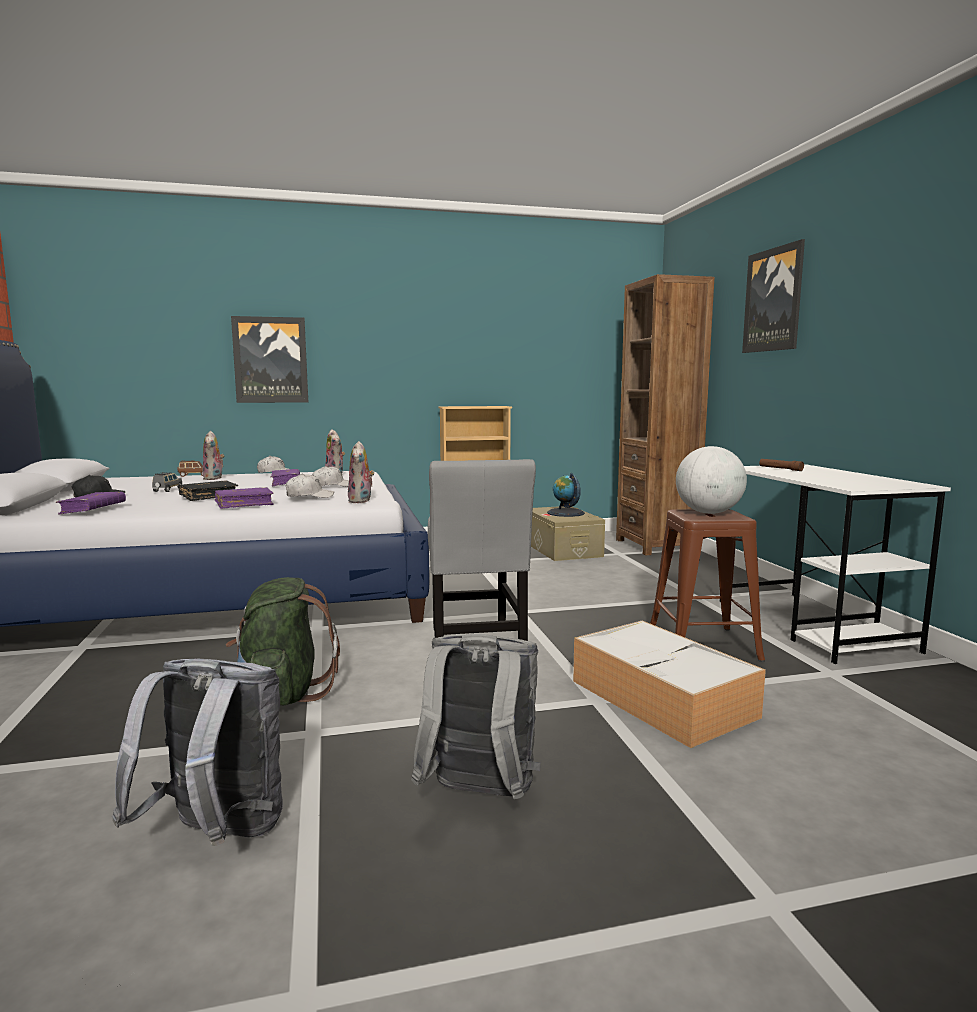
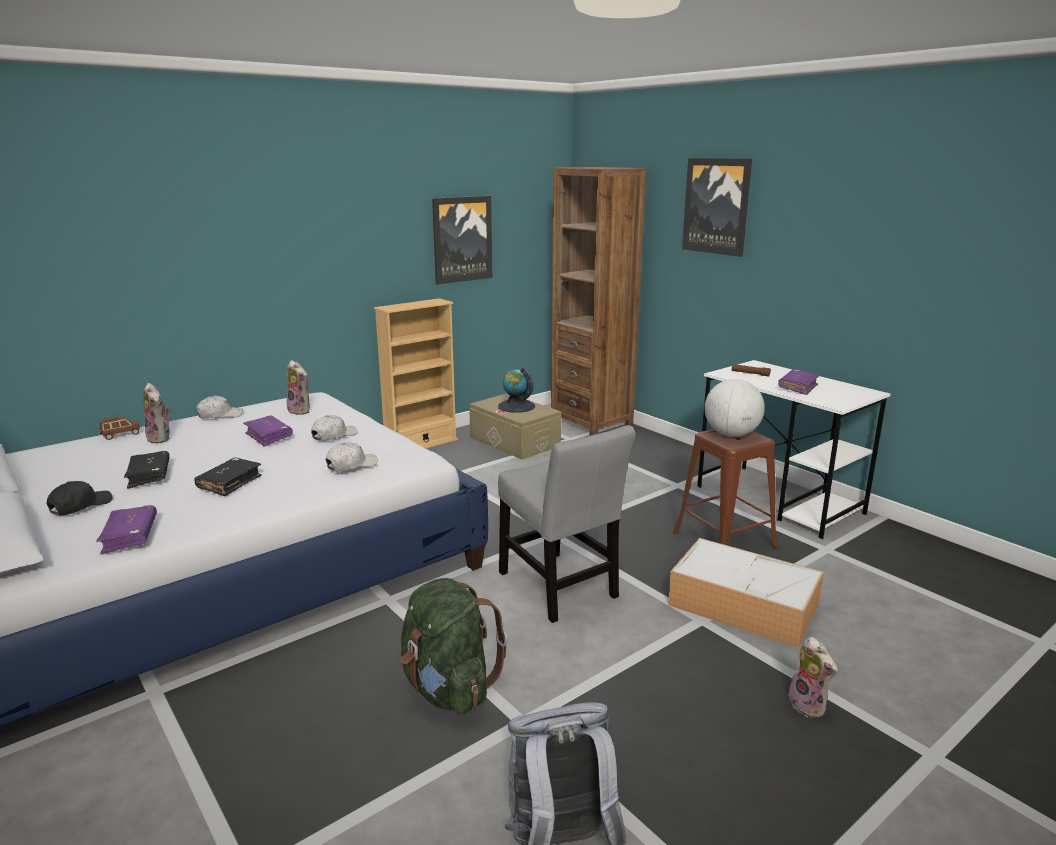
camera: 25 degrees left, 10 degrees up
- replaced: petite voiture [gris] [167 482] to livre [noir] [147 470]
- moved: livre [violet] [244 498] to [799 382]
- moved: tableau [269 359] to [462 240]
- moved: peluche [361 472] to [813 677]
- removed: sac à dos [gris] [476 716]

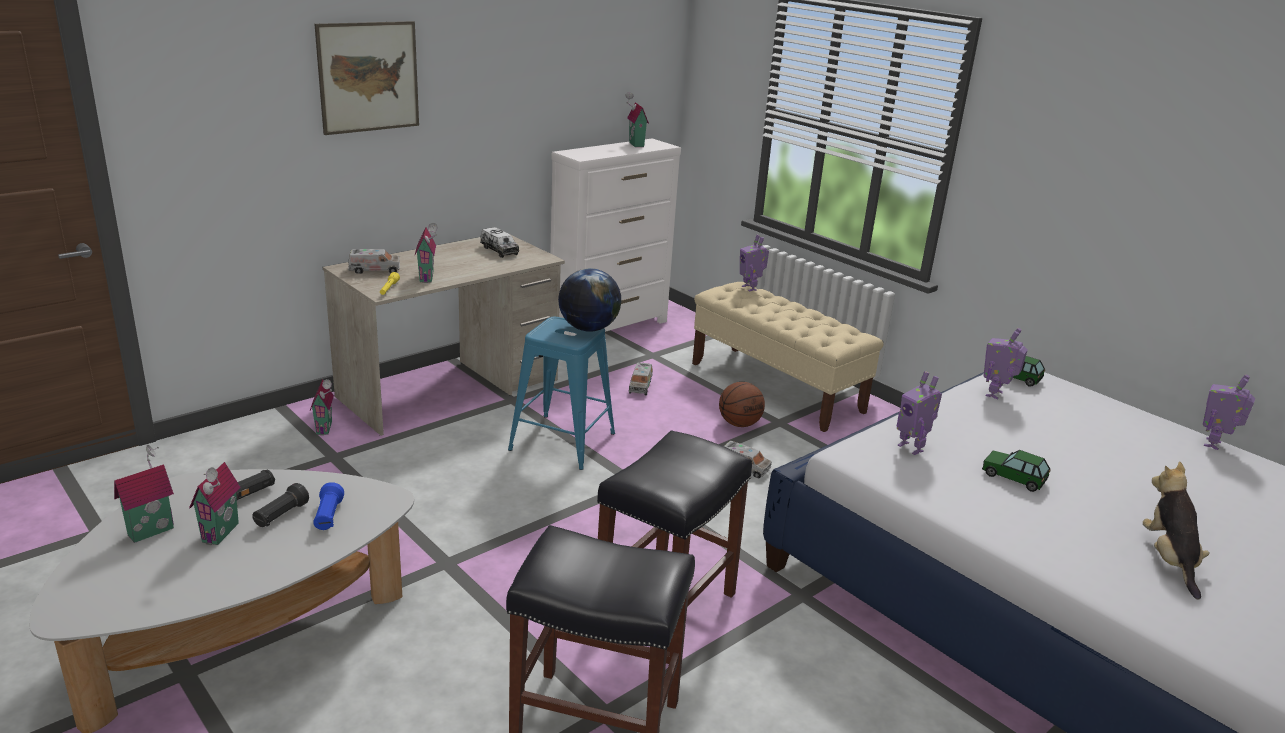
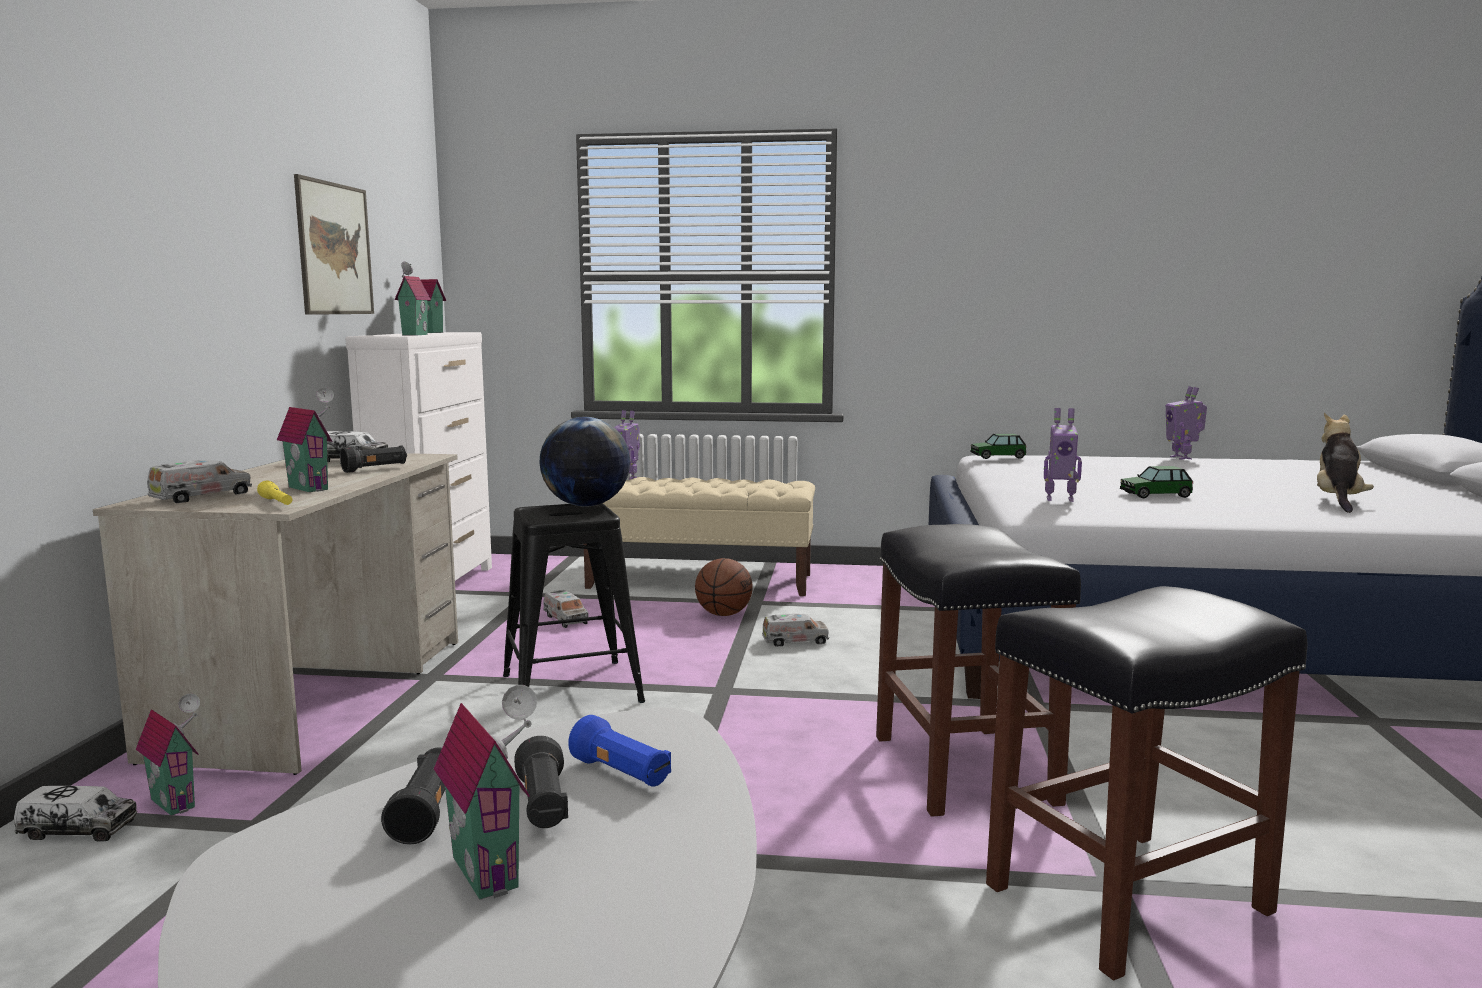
camera: 40 degrees left, 15 degrees down
- moved: maison miniature [144 494] to [413 298]
- moved: tableau [366 78] to [334 244]
- recoloured: tabouret [bleu] [561 393] to tabouret [noir] [574 612]
- removed: robot jouet [1006 363]
- turned: peluche [1176 530] = [1345 463] 60 degrees clockwise
- added: camion jouet [75 814]
- added: lampe de poche [noir] [373 459]

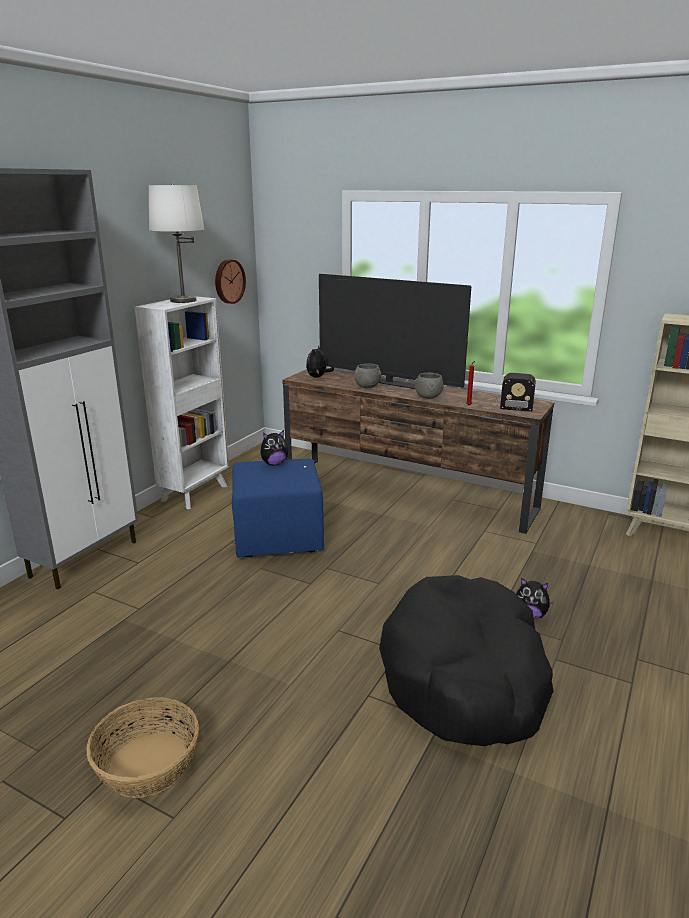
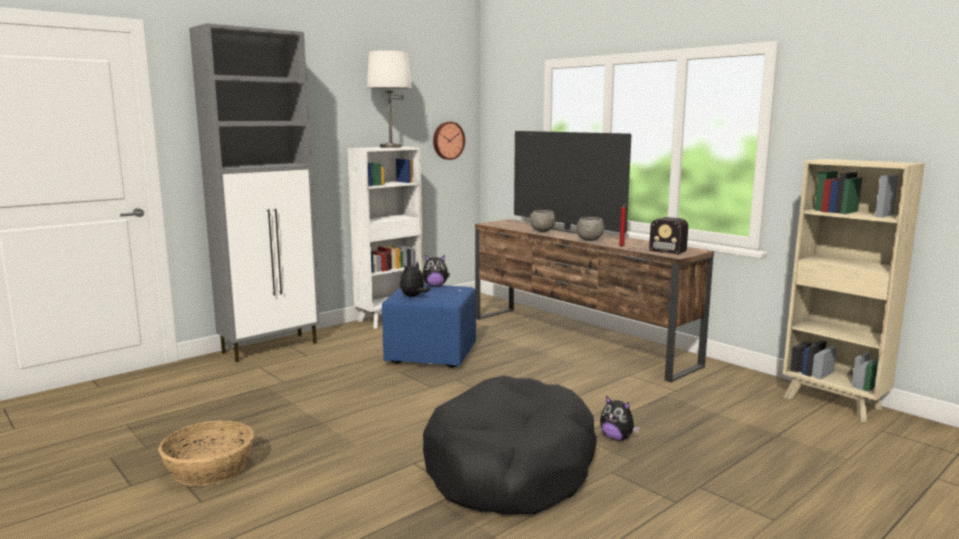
camera: 20 degrees right, 10 degrees down
- moved: peluche [320 361] to [415 279]

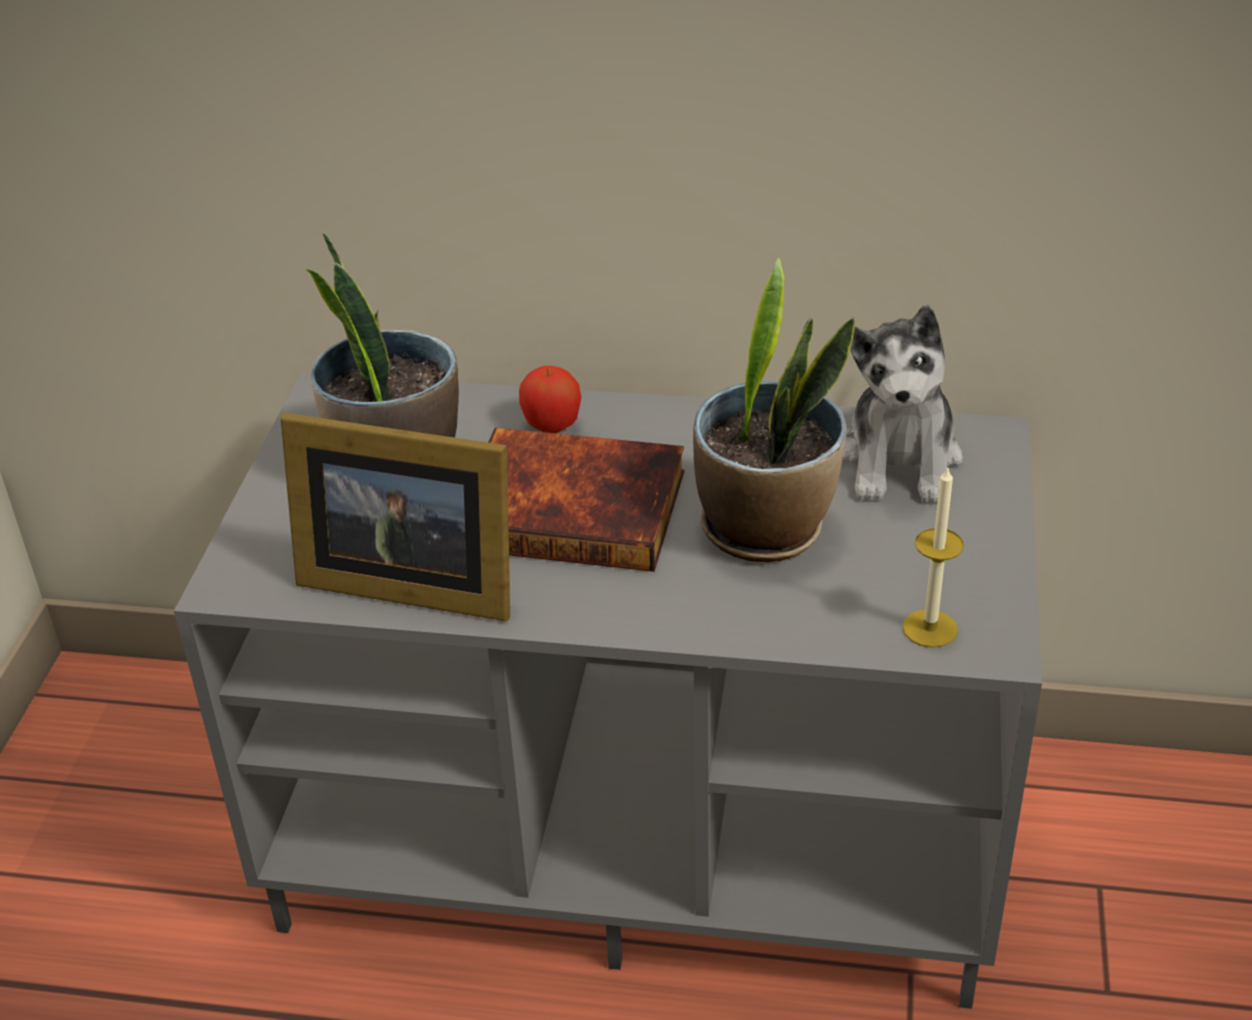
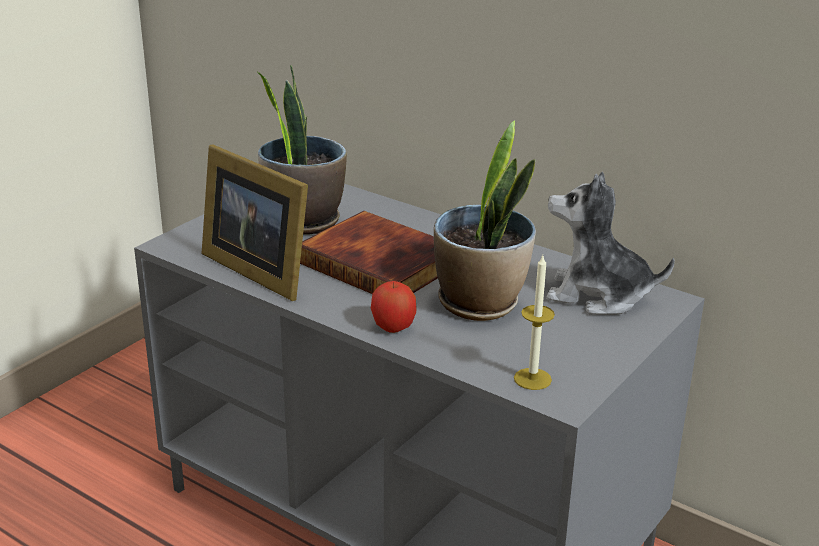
camera: 25 degrees right, 10 degrees down
- moved: pomme [550 399] to [393 307]
- turned: peluche [902 404] = [610 243] 75 degrees clockwise

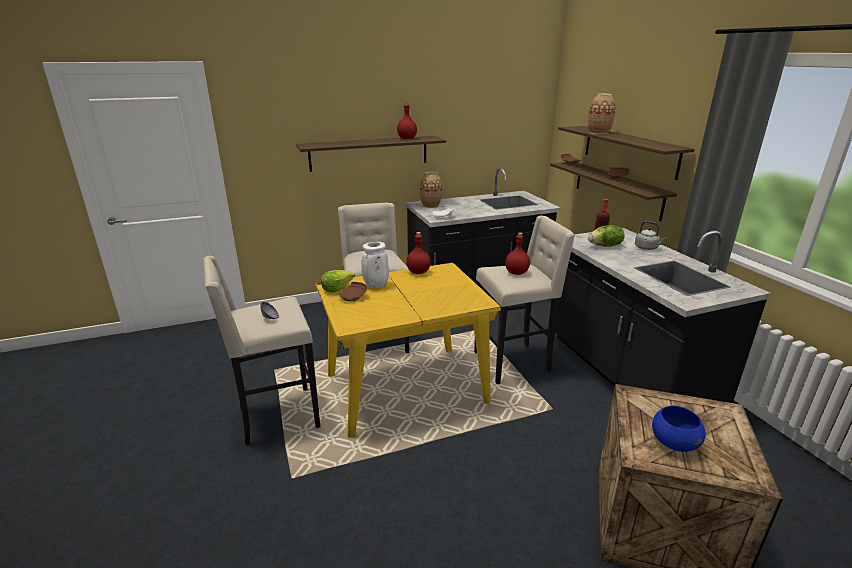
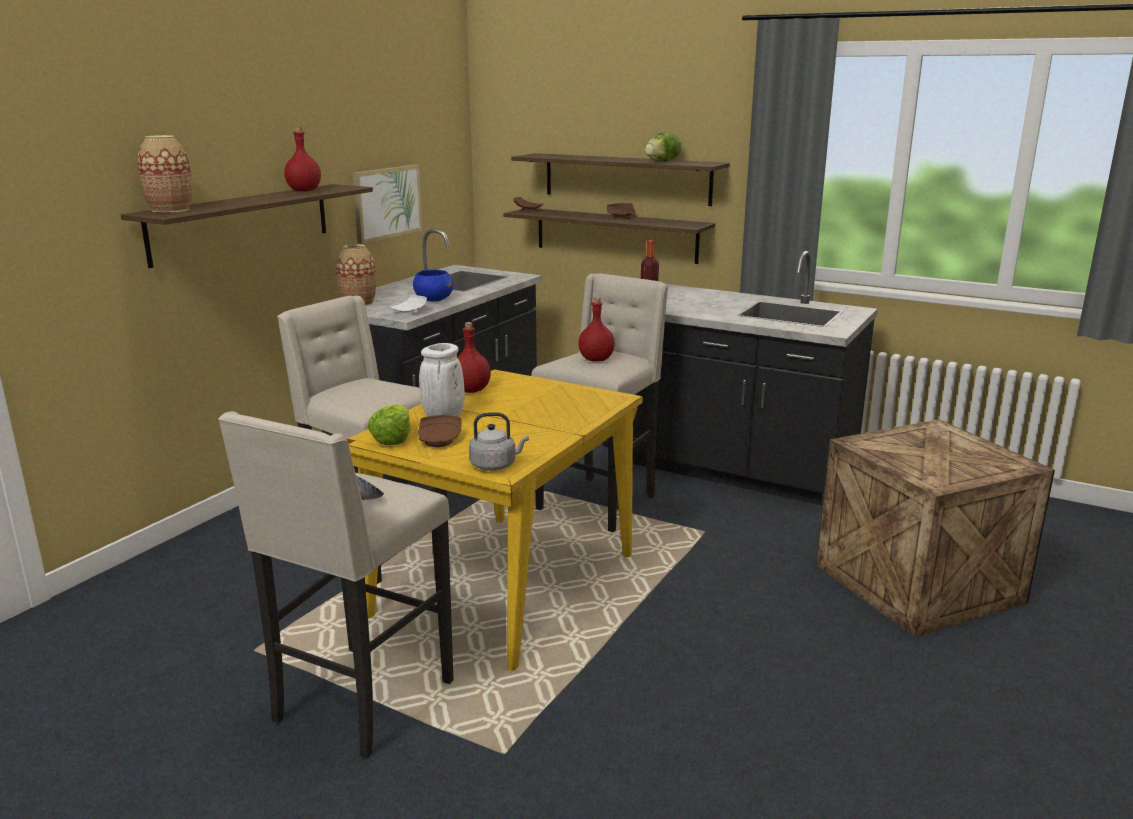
camera: 40 degrees left, 5 degrees down
- moved: vase [601 114] to [164 174]
- moved: laitue [606 236] to [663 147]
- moved: bouilloire [gris] [651 235] to [499 441]
- moved: bol [bleu] [679 428] to [433 286]
- added: tableau [387 204]

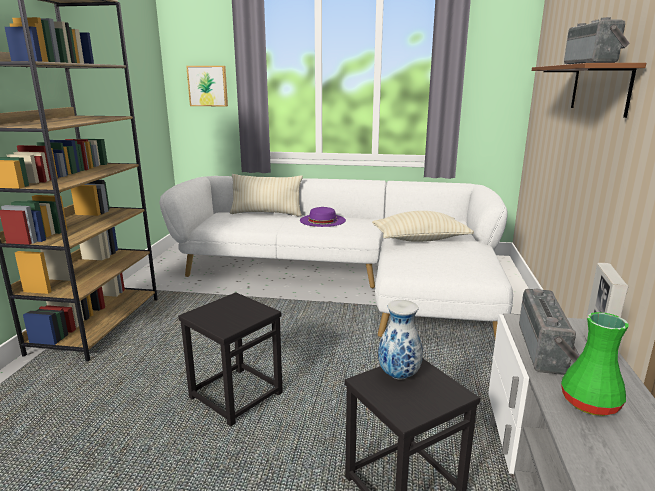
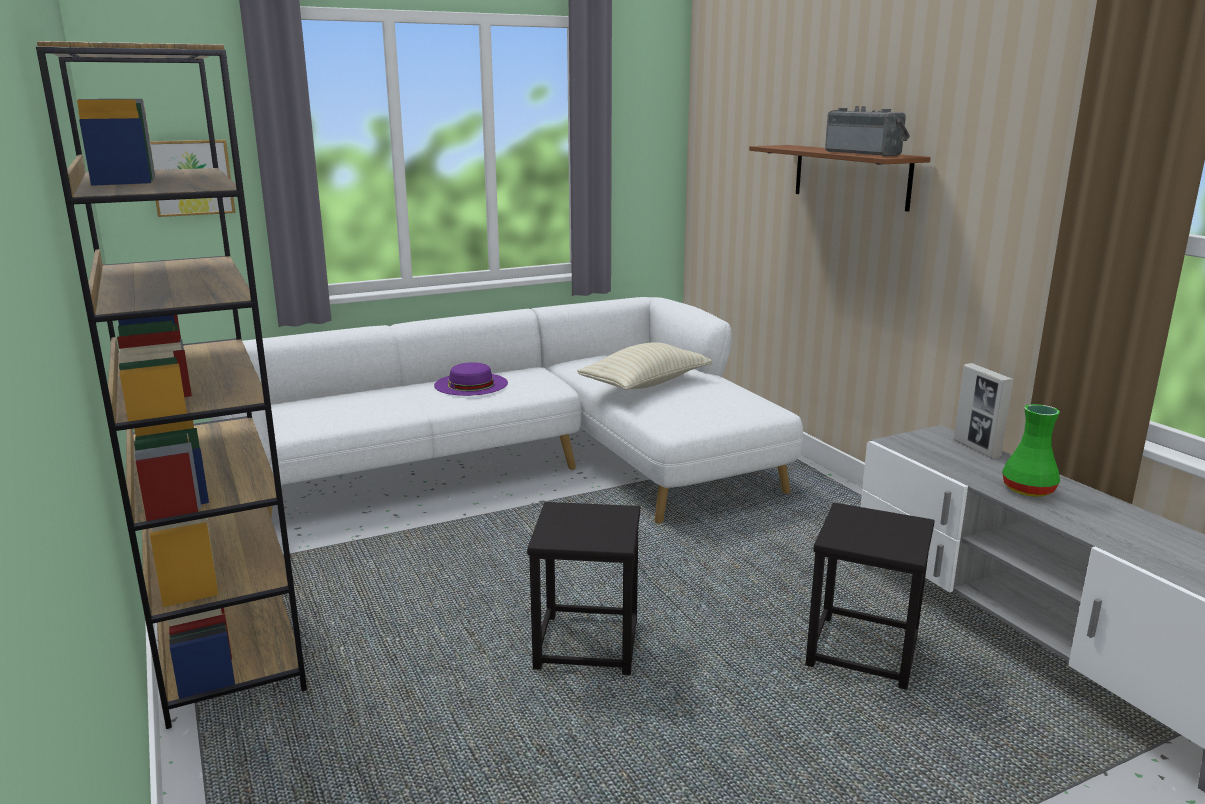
camera: 35 degrees left, 0 degrees up
- removed: coussin [beige] [266 195]
- removed: vase [400 339]
- removed: radio [549 332]

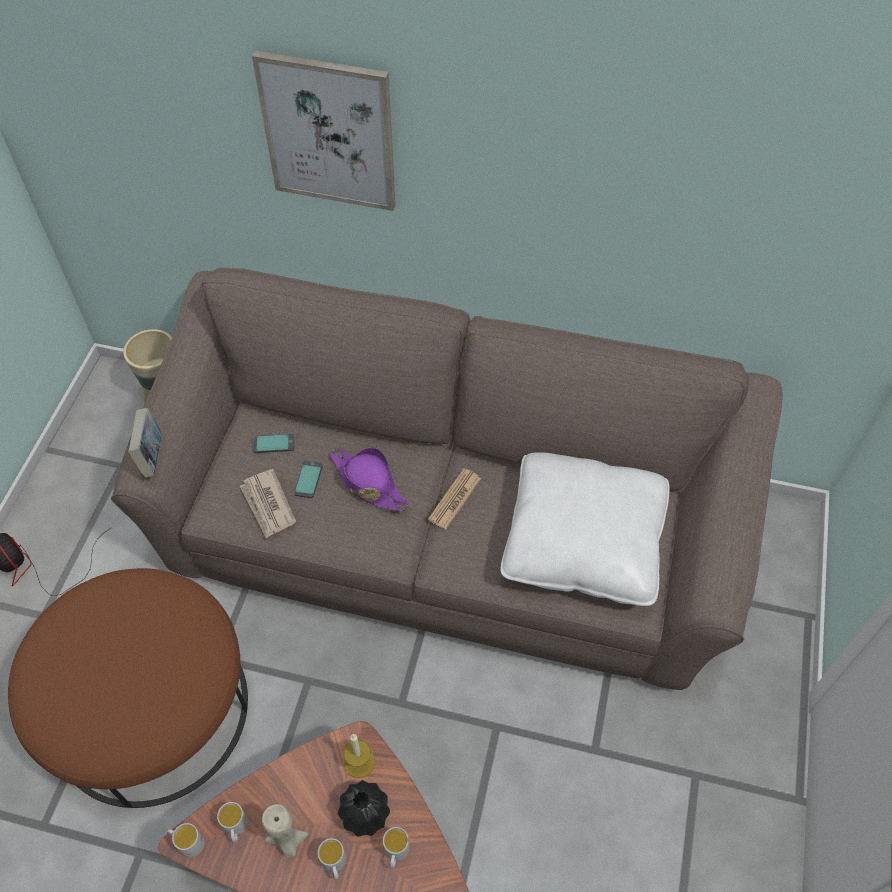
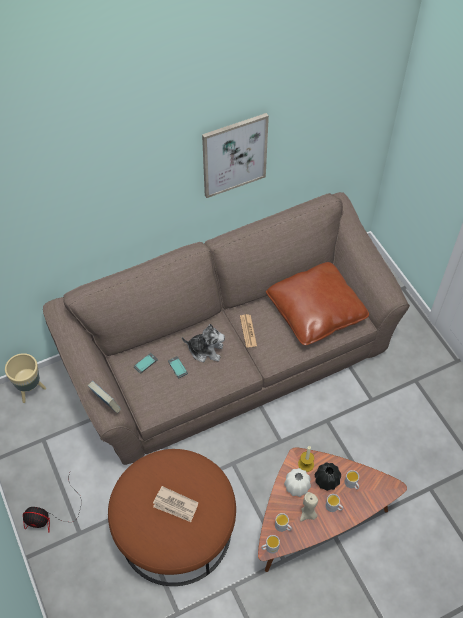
camera: 40 degrees left, 0 degrees up
- moved: journal [268 503] to [175 504]
- moved: tableau [324 131] to [235 155]
- replaced: chapeau [violet] [370 479] to peluche [203 343]
- recoloured: coussin [blanc] [585 529] to coussin [marron] [317 303]
- added: vase [blanc] [297 482]

